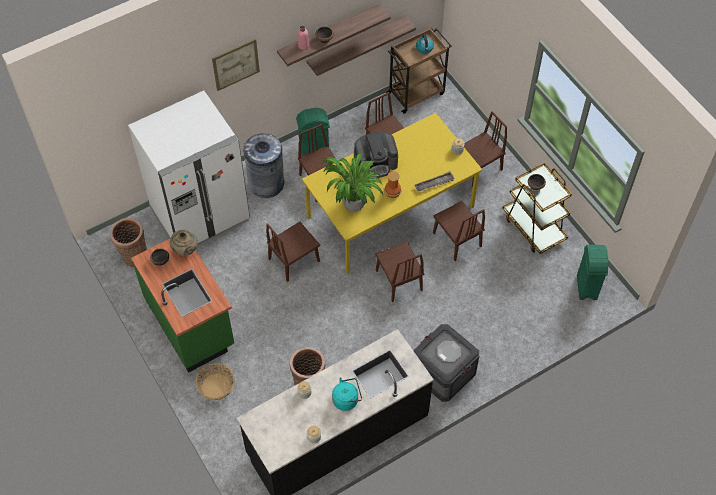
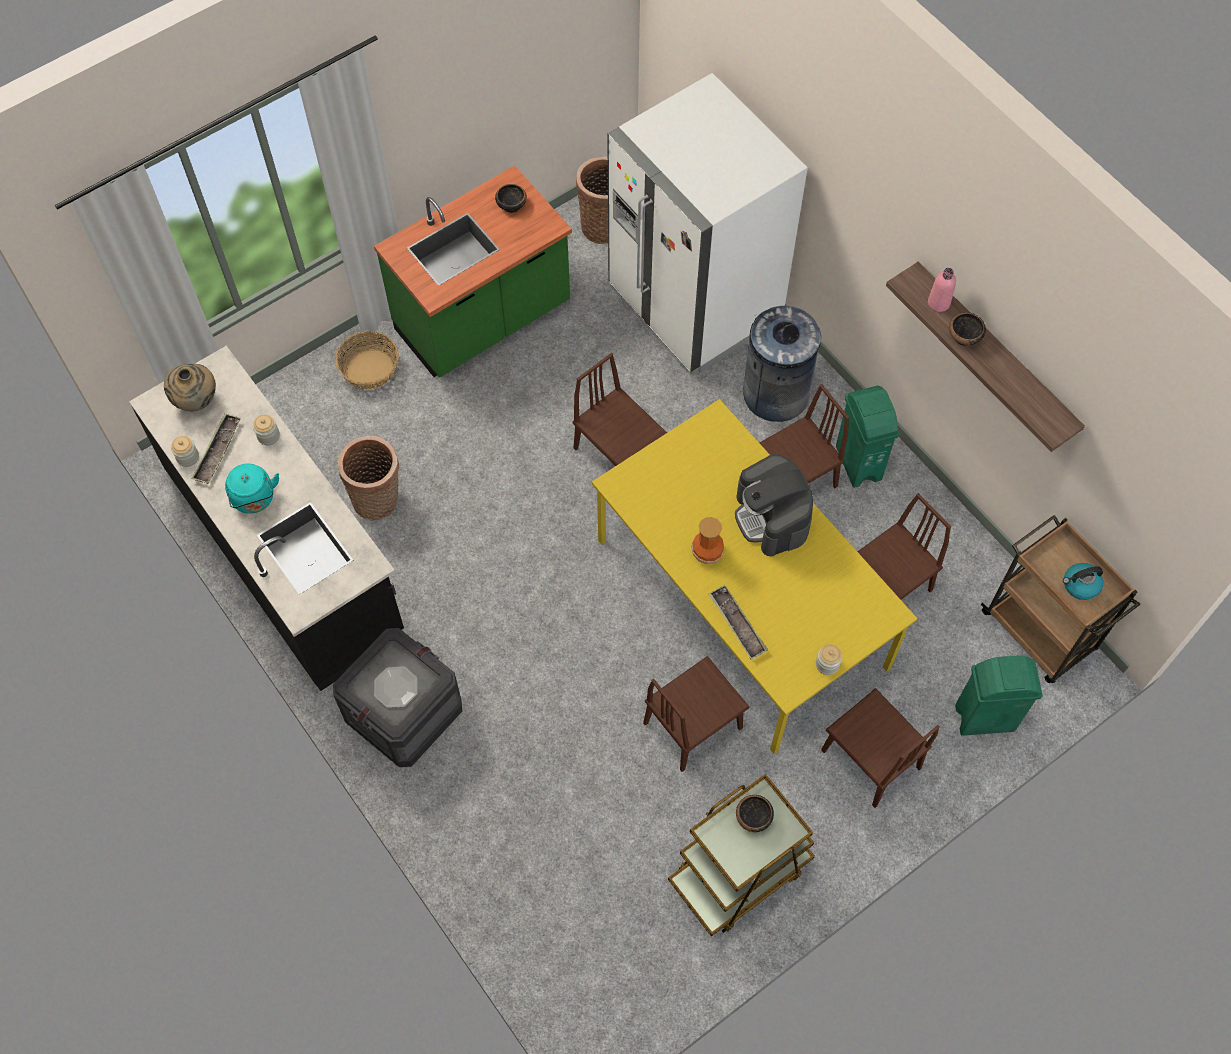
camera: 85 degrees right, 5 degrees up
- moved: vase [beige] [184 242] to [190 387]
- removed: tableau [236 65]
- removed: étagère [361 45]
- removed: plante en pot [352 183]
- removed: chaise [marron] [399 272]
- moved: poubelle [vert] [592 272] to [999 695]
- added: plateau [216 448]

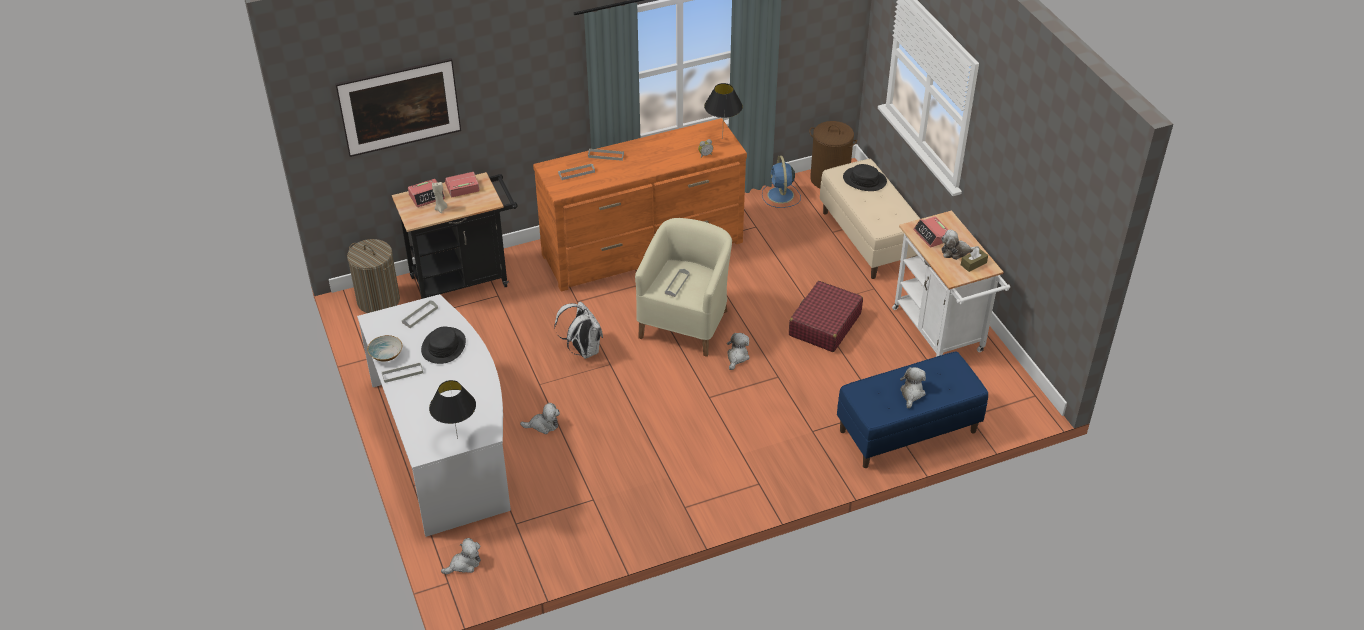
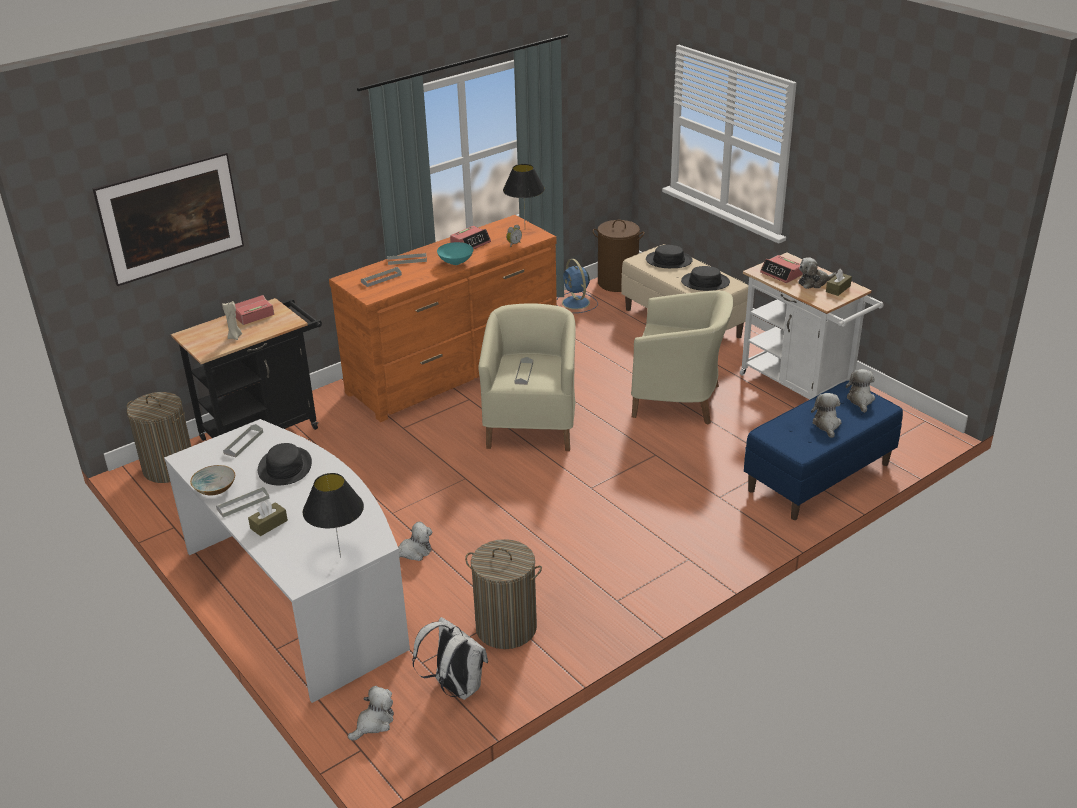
camera: 15 degrees left, 10 degrees down
- moved: réveil [426 193] to [470 237]
- moved: sac à dos [blanc] [578 330] to [450 658]
- moved: peluche [738 351] to [860 391]
- replaced: valise [rouge] [826 316] to fauteuil [beige] [682 357]
- added: boîte à mouchoirs [marron] [268 518]
- added: bol [turquoise] [455 253]
- added: panier à linge [503 594]
- added: chapeau [noir] [705 278]

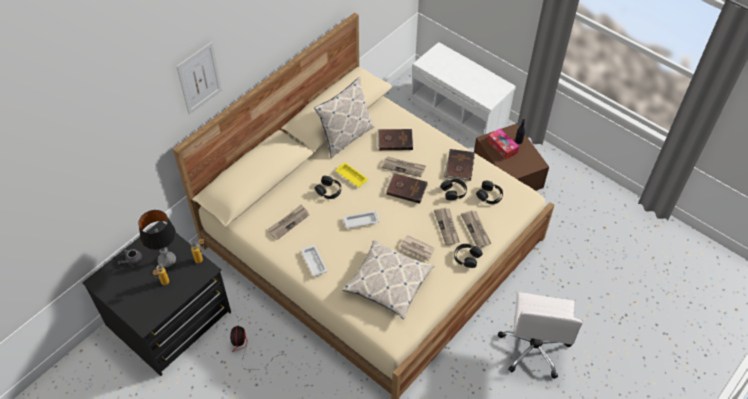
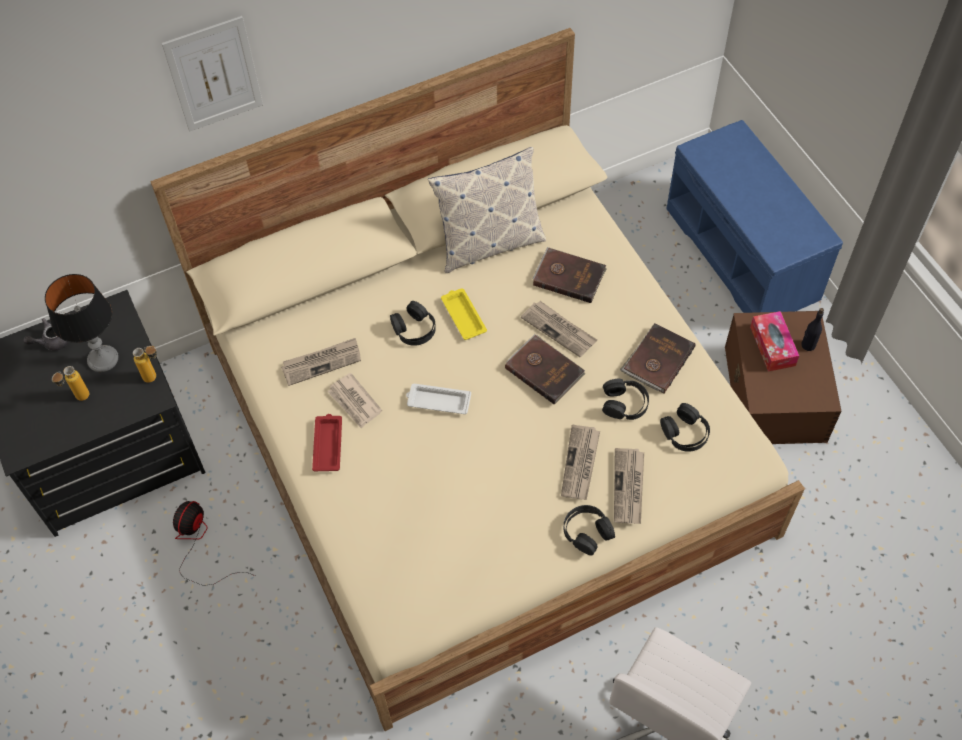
camera: 25 degrees right, 5 degrees up
- recoloured: plateau [blanc] [314 261] to plateau [rouge] [327 442]
- removed: coussin [388 279]
- moved: journal [417 248] to [354 400]
- recoloured: banc [blanc] [463 91] to banc [bleu] [754 216]

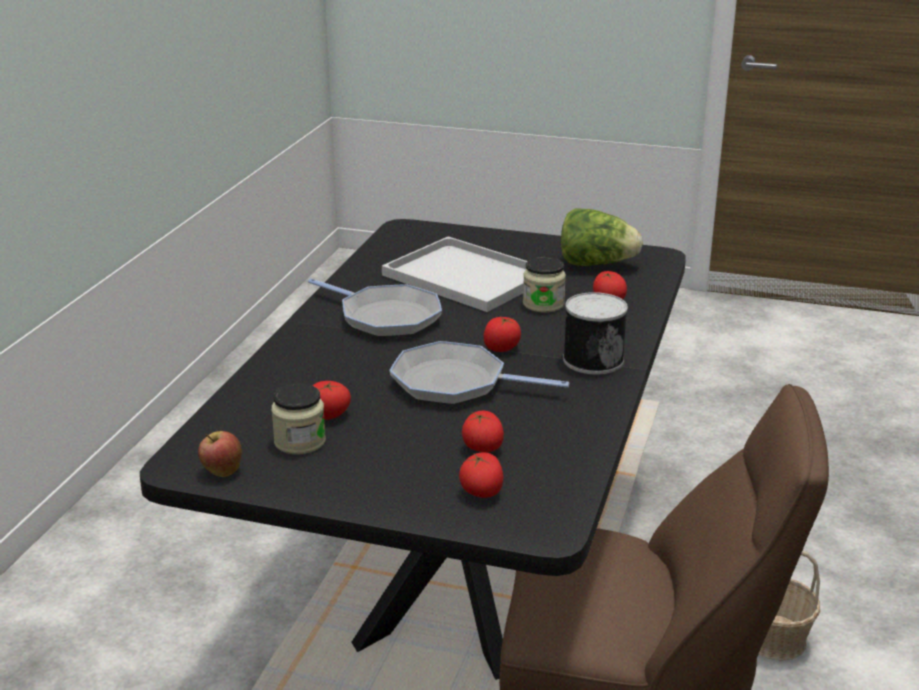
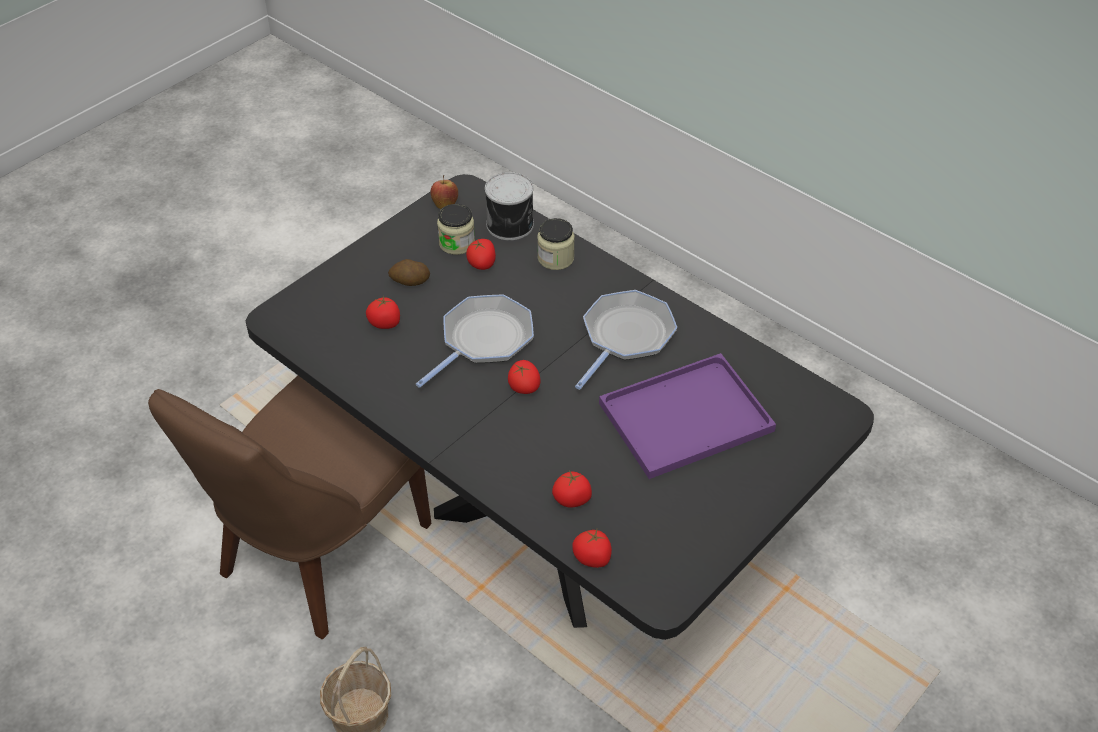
camera: 115 degrees right, 20 degrees up
- turned: poêle [375 308] = [626 340] 150 degrees clockwise
- recoloured: plateau [blanc] [454 274] to plateau [violet] [687 416]
- moved: tomate [481 475] to [592 548]
- moved: bocal [544 285] to [556 244]
- removed: laitue [602 237]
- moved: boîte métallique [595 333] to [509 206]
- added: pomme de terre [409 272]

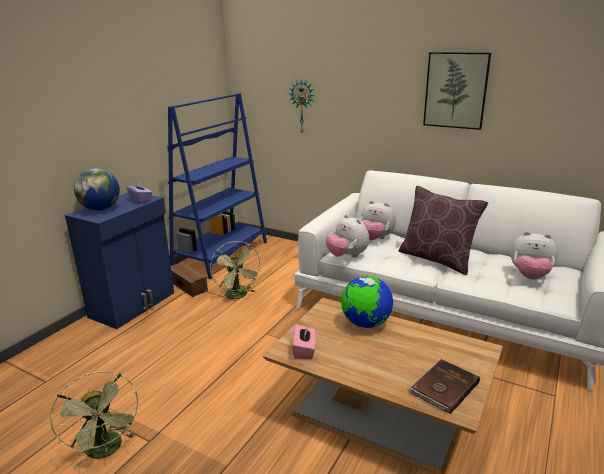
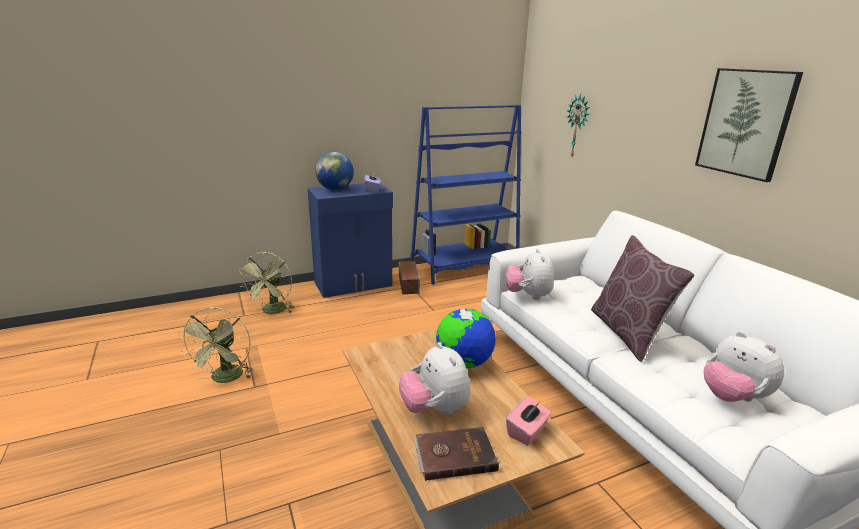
camera: 35 degrees right, 0 degrees up
- moved: ventilateur [vert] [236 271] to [267 283]
- moved: boîte à mouchoirs [rose] [304 342] to [528 421]
- moved: peluche [378 220] to [434 378]

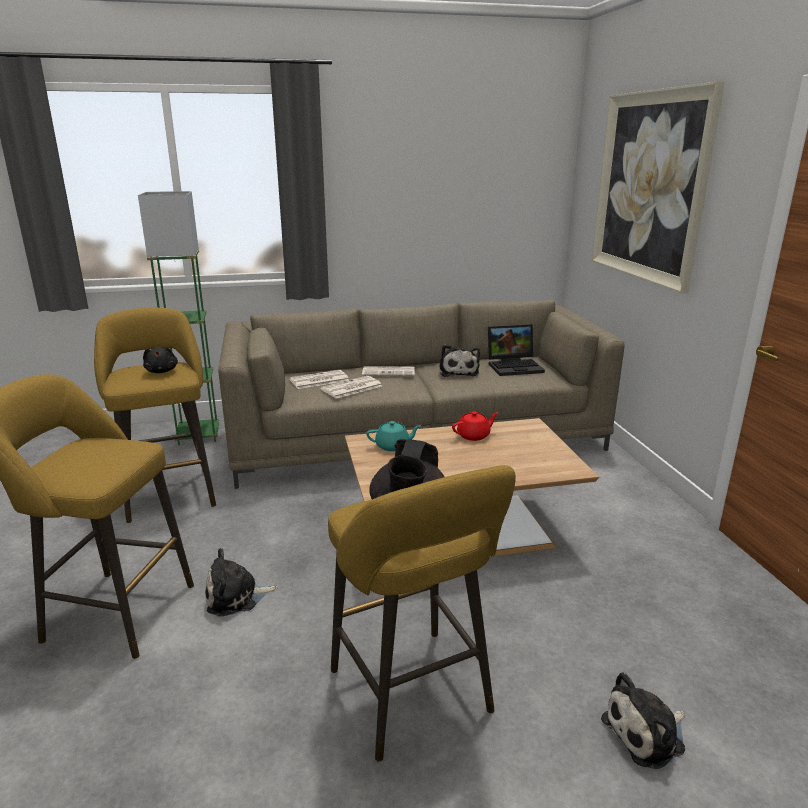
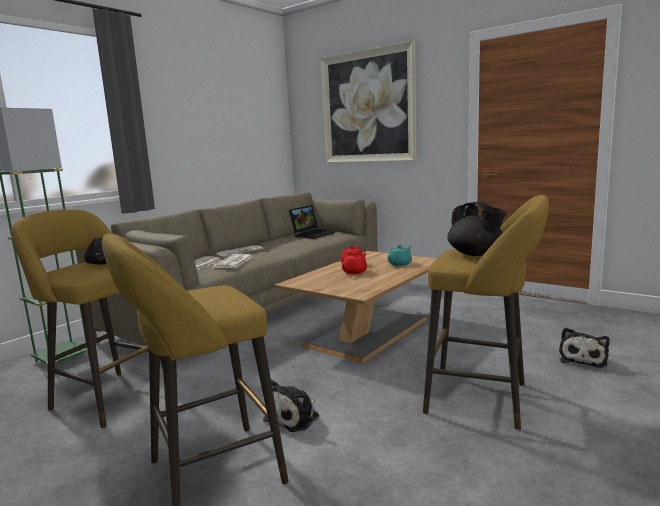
camera: 40 degrees left, 10 degrees down
- moved: théière [turquoise] [393 436] to [400 255]
- removed: peluche [459 360]
- added: théière [rouge] [354 263]

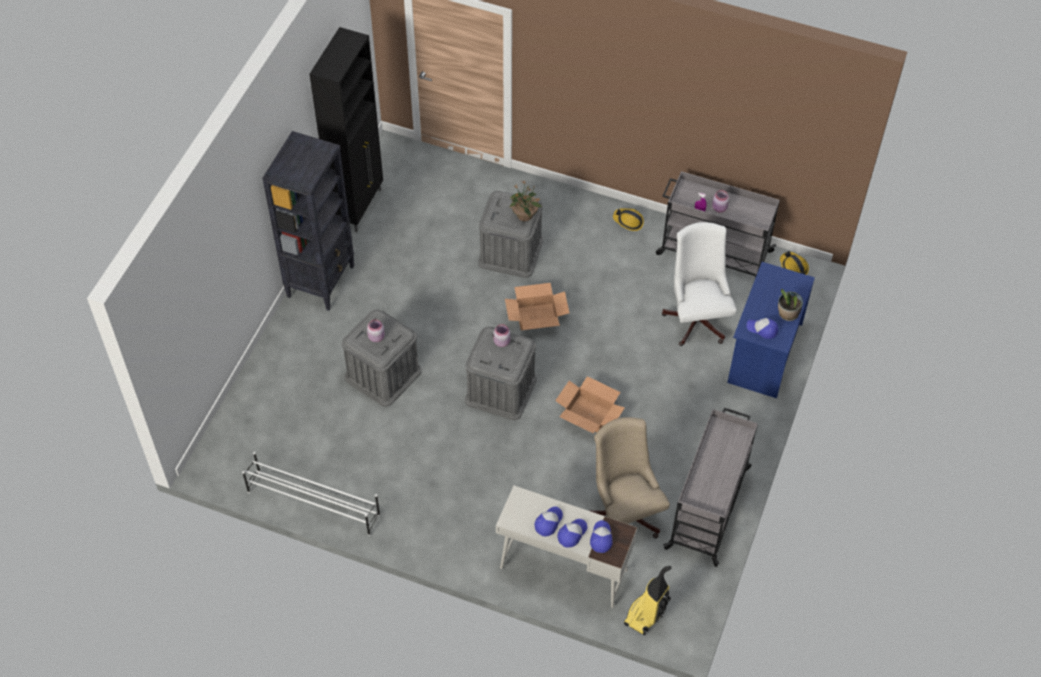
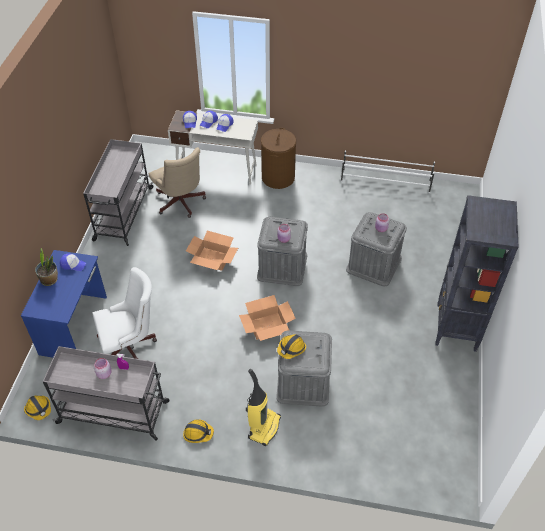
camera: 170 degrees right, 5 degrees down
- removed: meuble de rangement [noir] [346 129]
- replaced: plante en pot [526 200] to casque de chantier [291 346]
- moved: aspirateur [647 600] to [263 407]
- turned: chaise de bureau [blanc] [699 284] = [124 313] 90 degrees counterclockwise
- added: panier à linge [marron] [278 158]

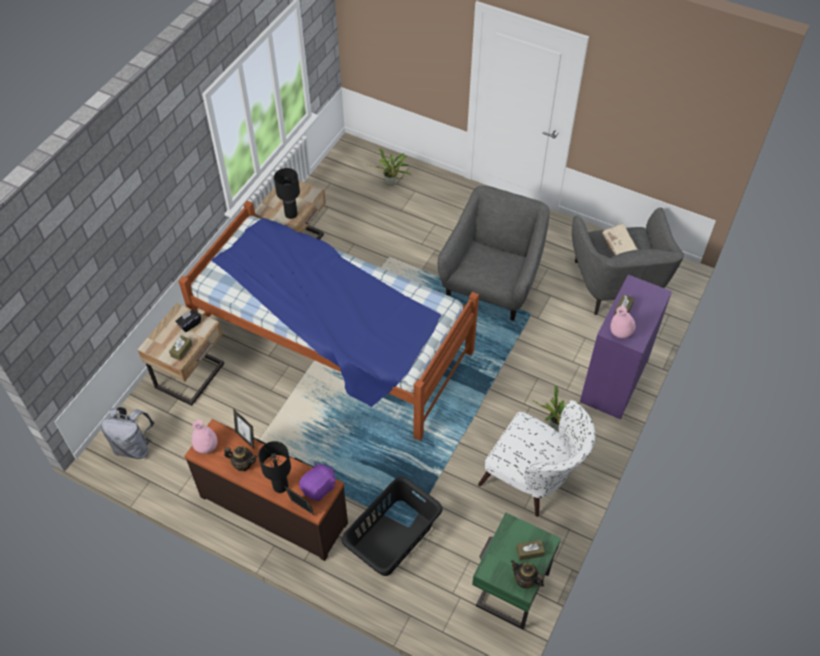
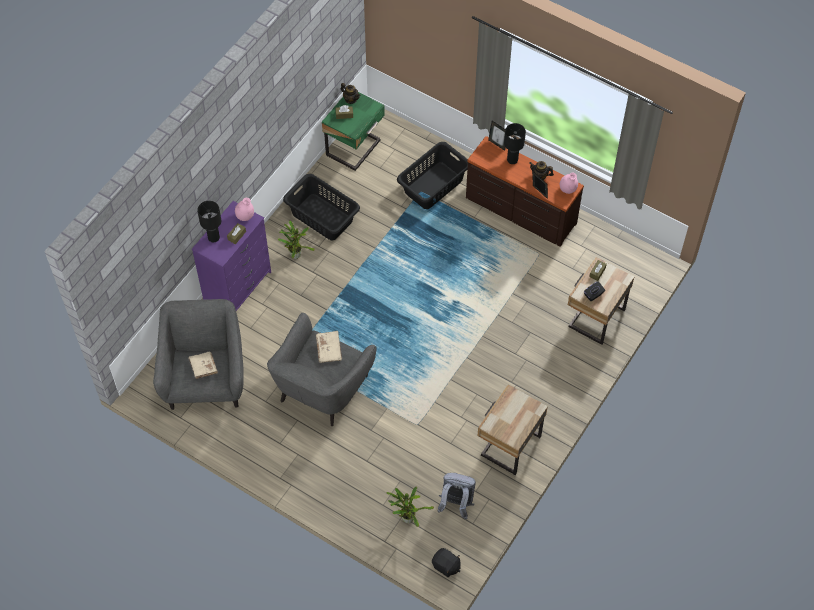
camera: 175 degrees left, 5 degrees up
- moved: sac à dos [gris] [127 433] to [456 496]
- removed: lit [329 320]
- moved: lampe de table [noir] [287 193] to [209 221]
- removed: peluche [violet] [317 481]
- replaced: fauteuil [blanc] [536 458] to panier à linge [noir] [321 207]
- added: livre [beige] [329 347]
- added: peluche [noir] [446 562]

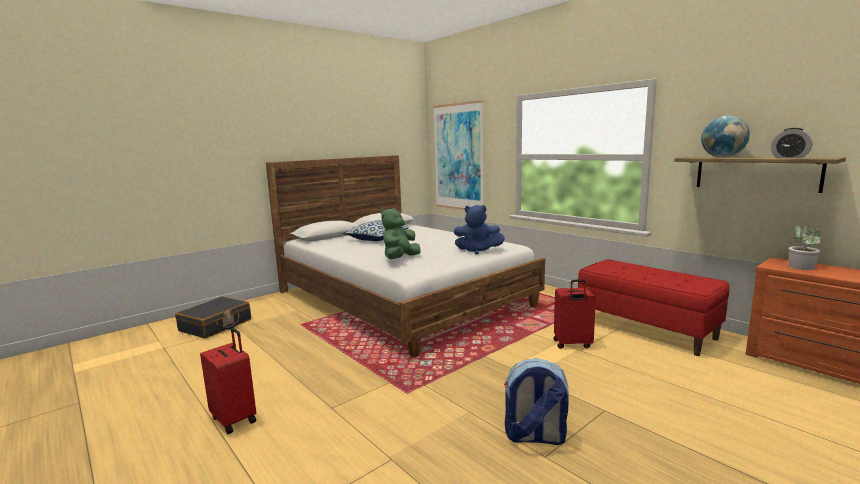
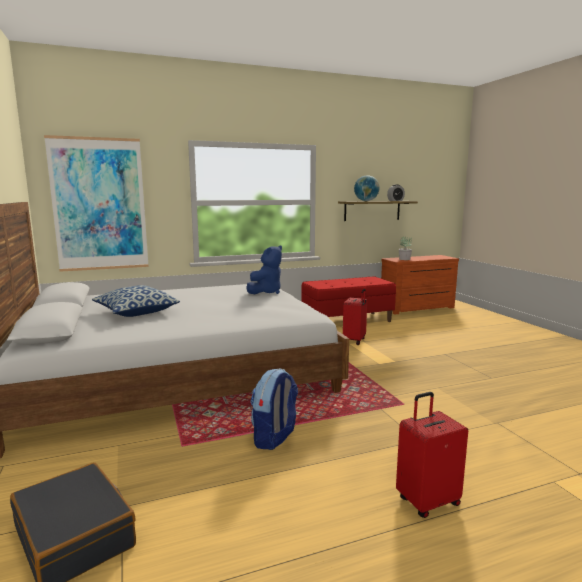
camera: 70 degrees left, 0 degrees up
- removed: peluche [vert] [401 233]
- moved: sac à dos [536 401] to [274 409]

